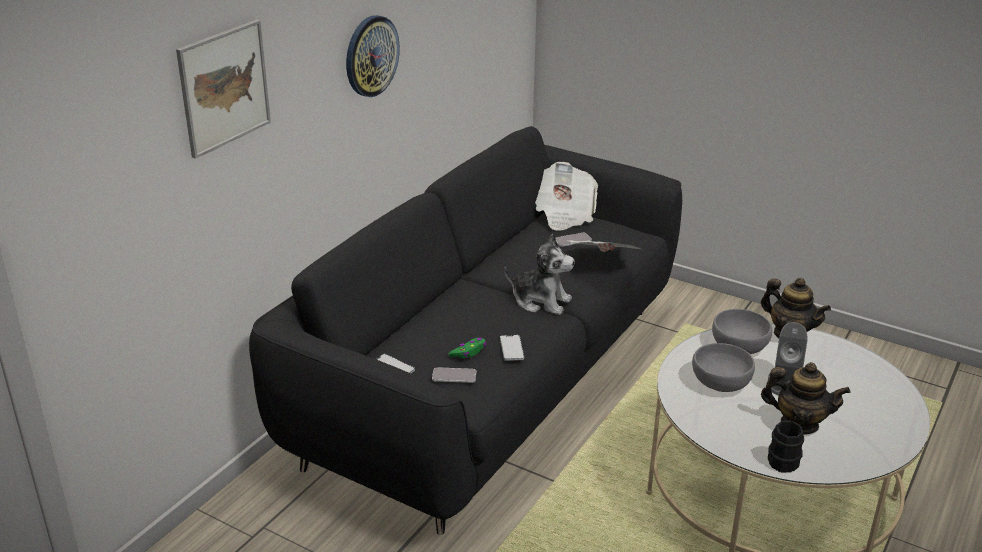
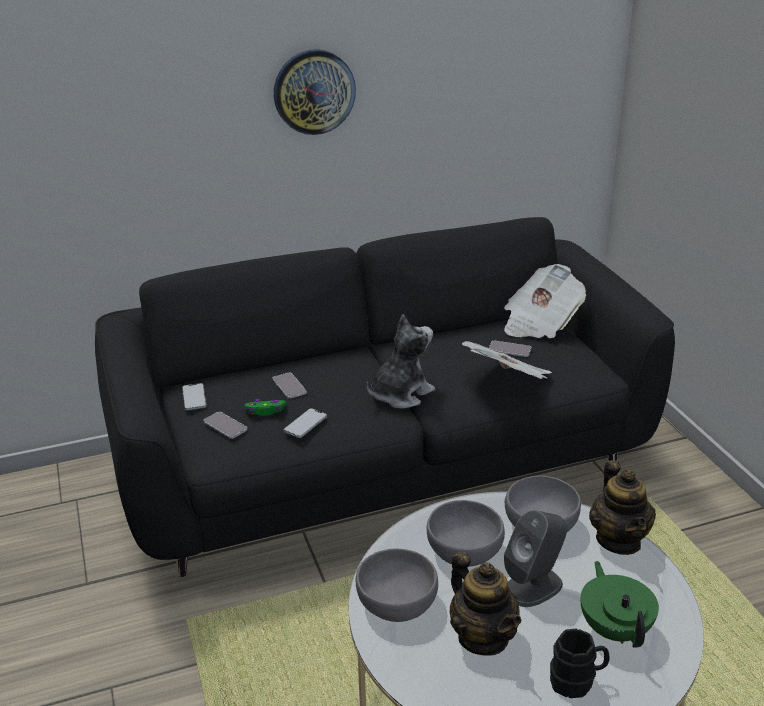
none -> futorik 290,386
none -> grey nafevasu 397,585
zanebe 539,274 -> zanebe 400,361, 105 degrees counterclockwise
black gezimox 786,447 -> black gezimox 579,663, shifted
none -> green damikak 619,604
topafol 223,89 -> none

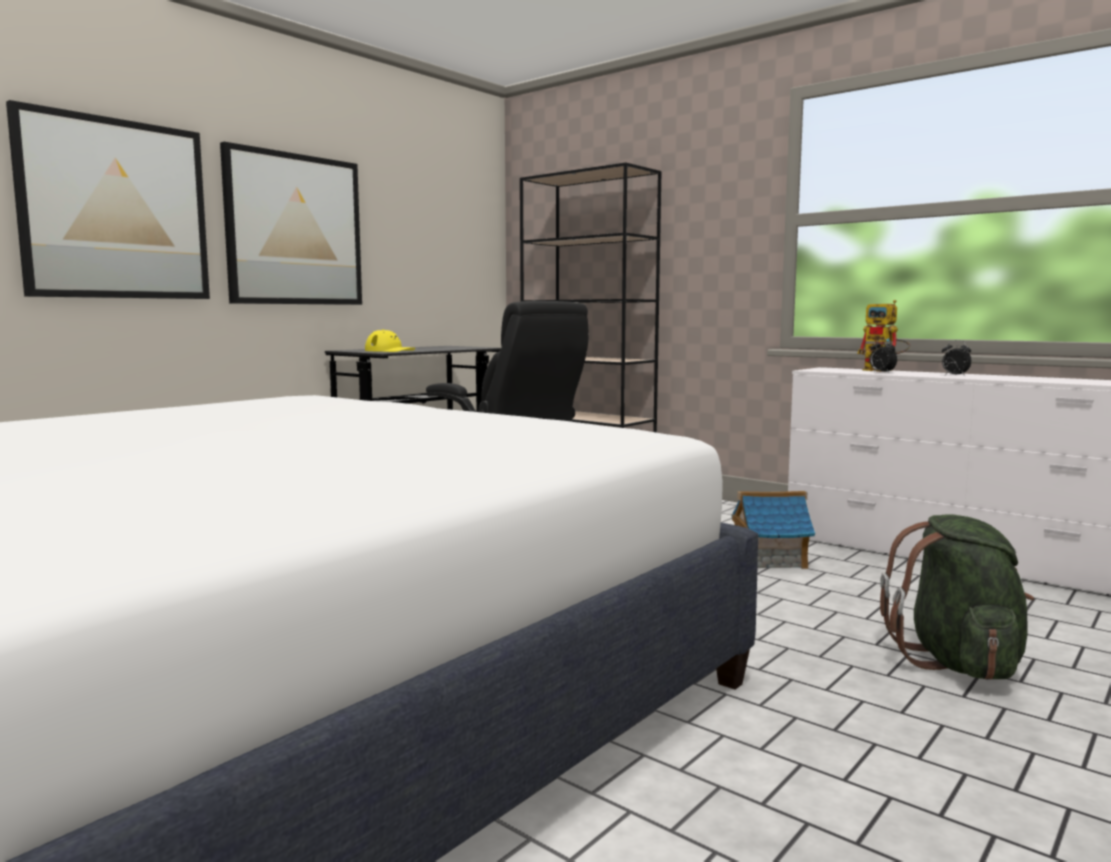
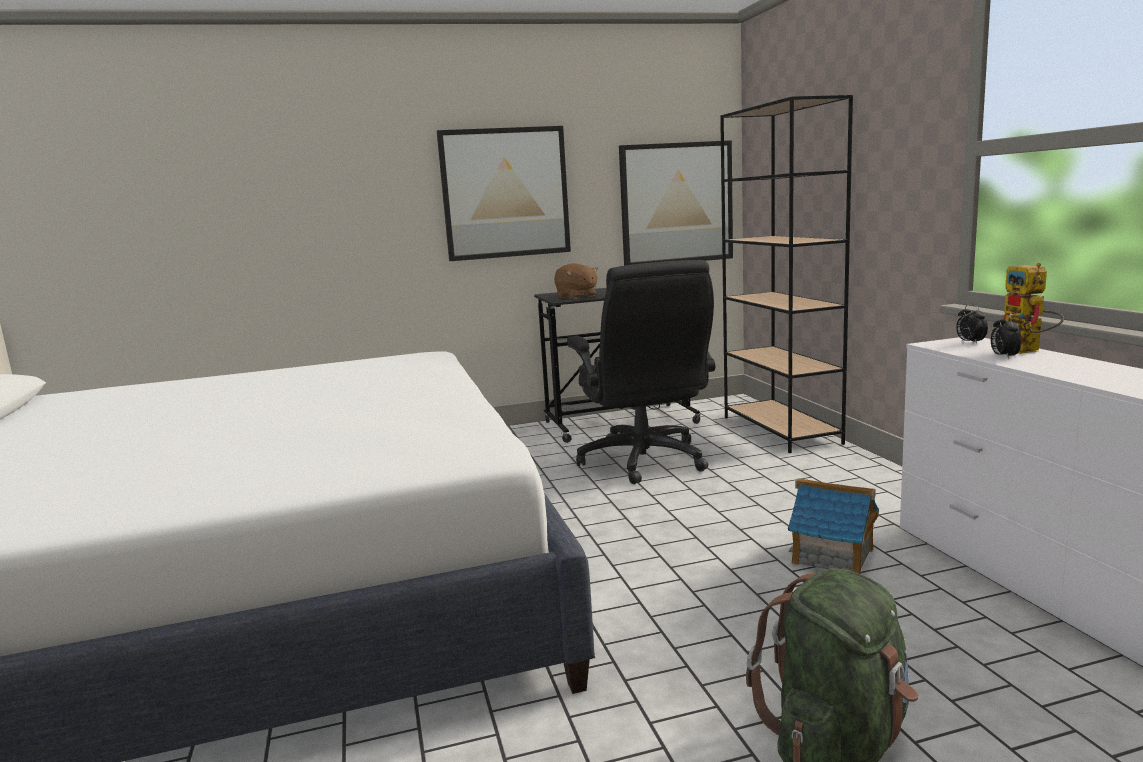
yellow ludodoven 390,340 -> brown zanebe 576,281
topafol 108,199 -> topafol 676,203, shifted
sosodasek 957,358 -> sosodasek 972,324, shifted

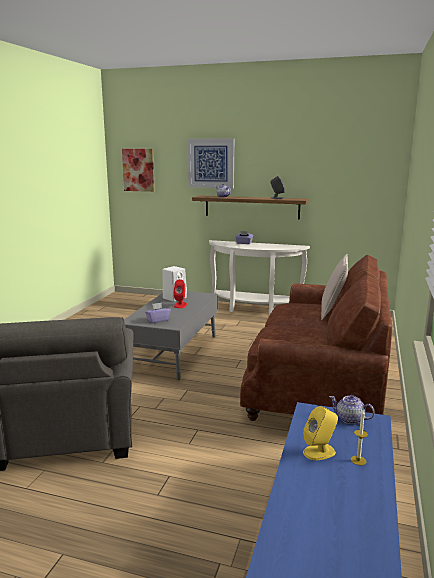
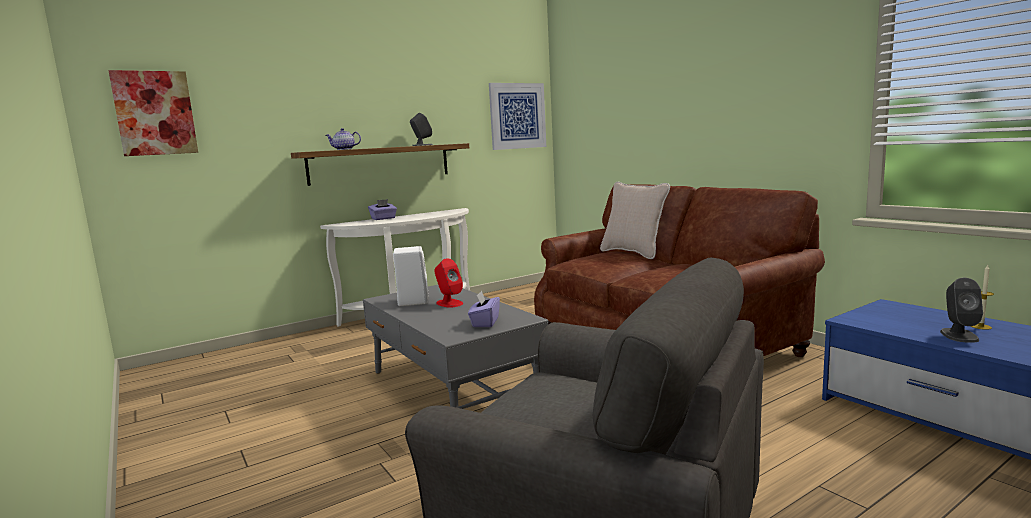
topafol 211,163 -> topafol 517,116, shifted
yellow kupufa 320,433 -> grey kupufa 961,310
damikak 352,409 -> none

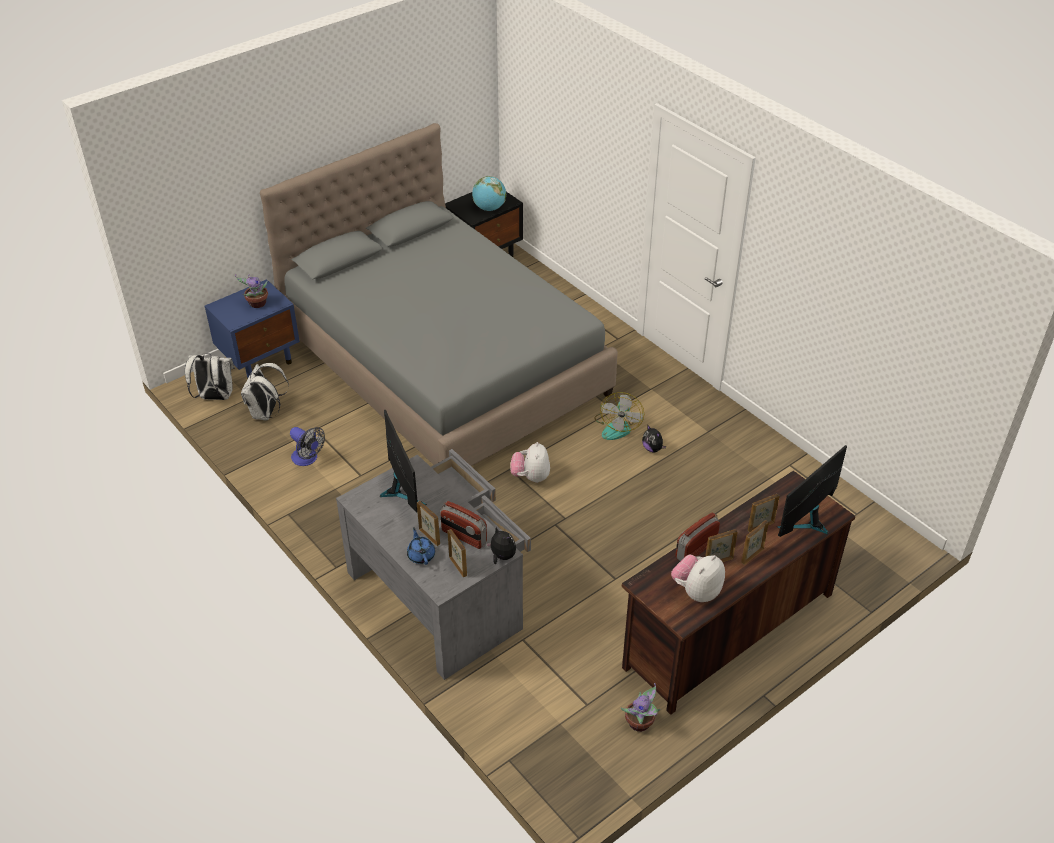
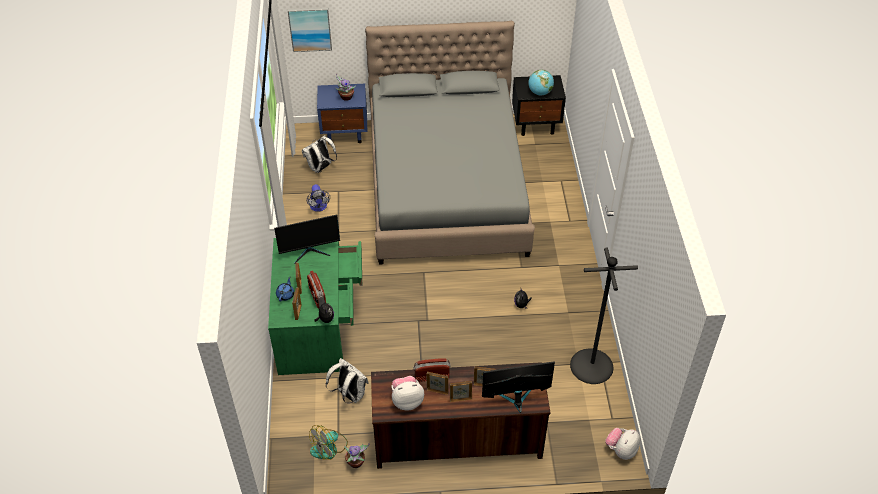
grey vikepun 433,564 -> green vikepun 315,306
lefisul 403,461 -> lefisul 307,239, 60 degrees clockwise
none -> topafol 310,30
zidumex 619,416 -> zidumex 328,442, shifted
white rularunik 210,376 -> white rularunik 347,381, shifted
none -> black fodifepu 604,315
zanebe 530,462 -> zanebe 622,444, shifted

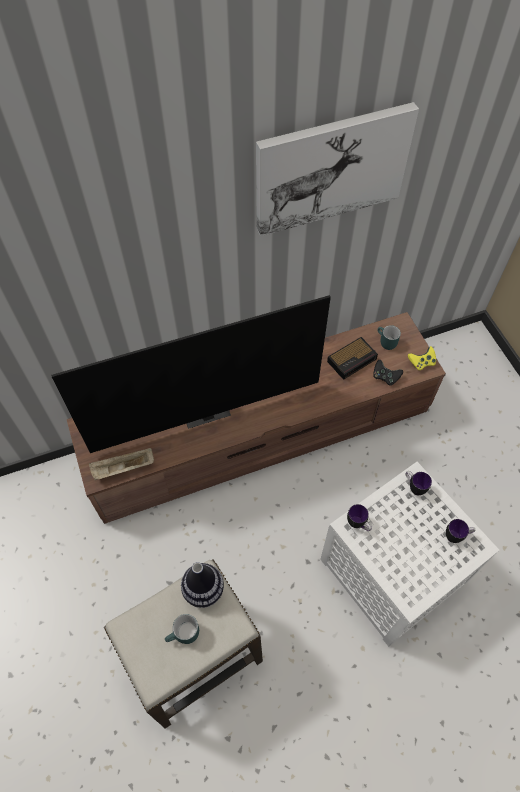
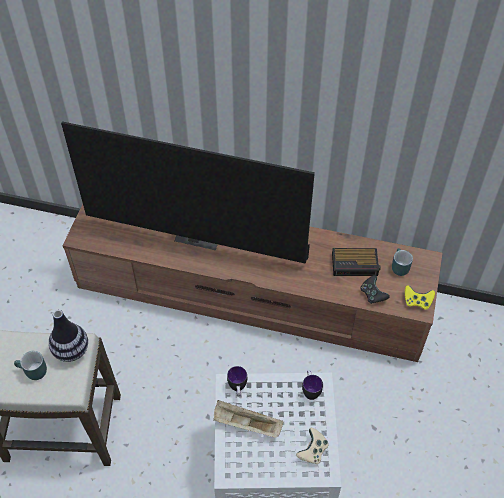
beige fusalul 121,464 -> beige fusalul 248,419, shifted
gezimox 460,531 -> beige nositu 312,446
topafol 337,169 -> none

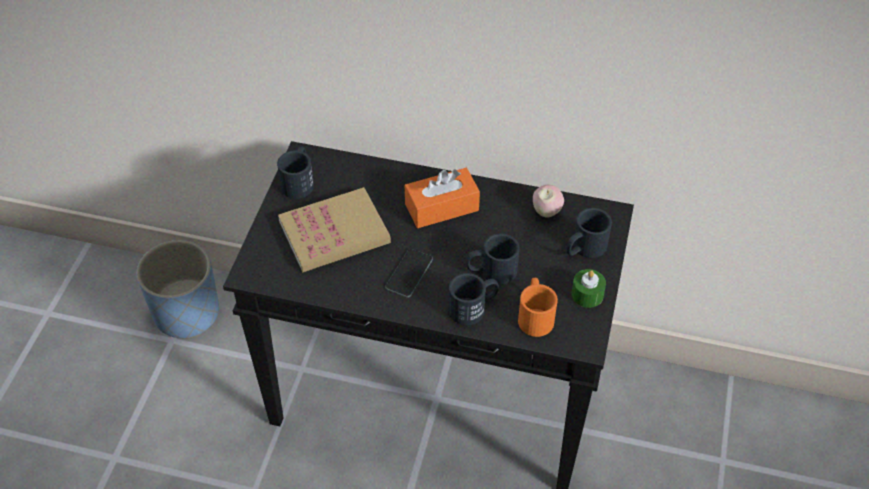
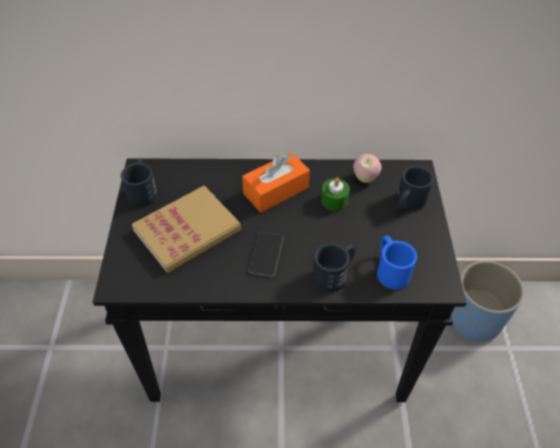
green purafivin 588,288 -> green purafivin 335,194, shifted
orange gezimox 538,307 -> blue gezimox 397,262
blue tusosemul 178,289 -> blue tusosemul 488,300, shifted
black gezimox 493,259 -> none

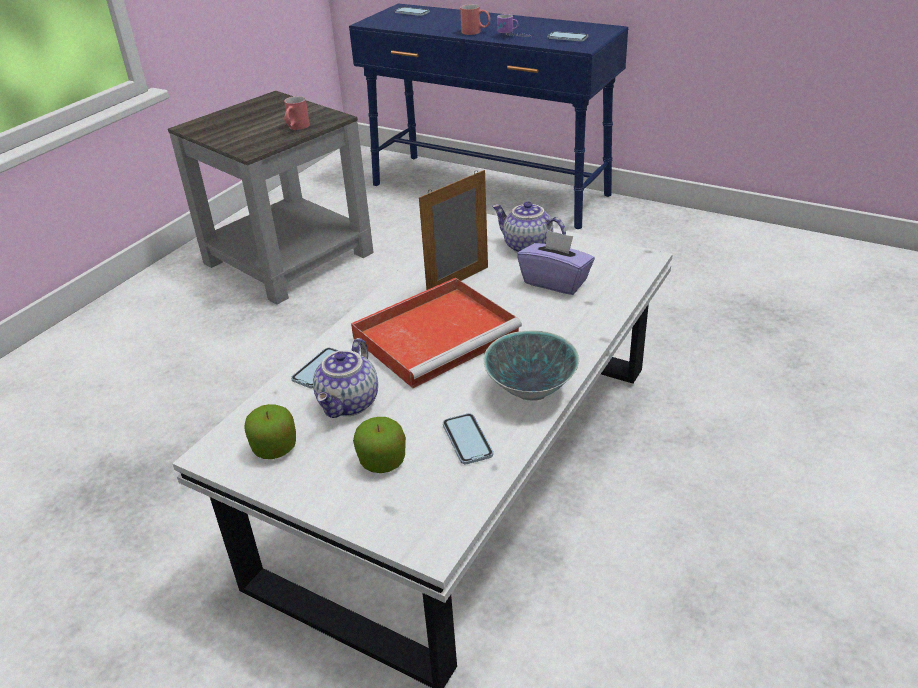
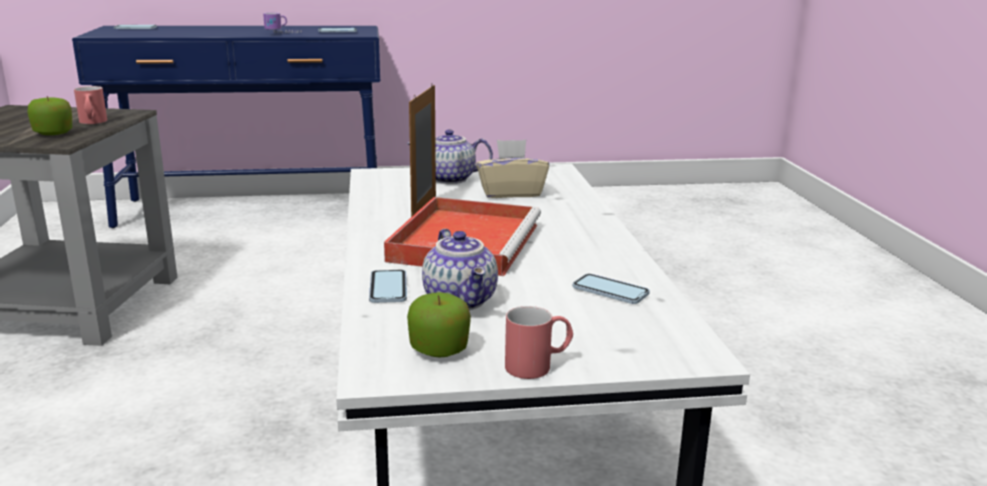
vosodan 379,445 -> vosodan 50,115, shifted
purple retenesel 556,262 -> beige retenesel 512,169
red gezimox 475,19 -> red gezimox 539,342, shifted
nafevasu 531,365 -> none

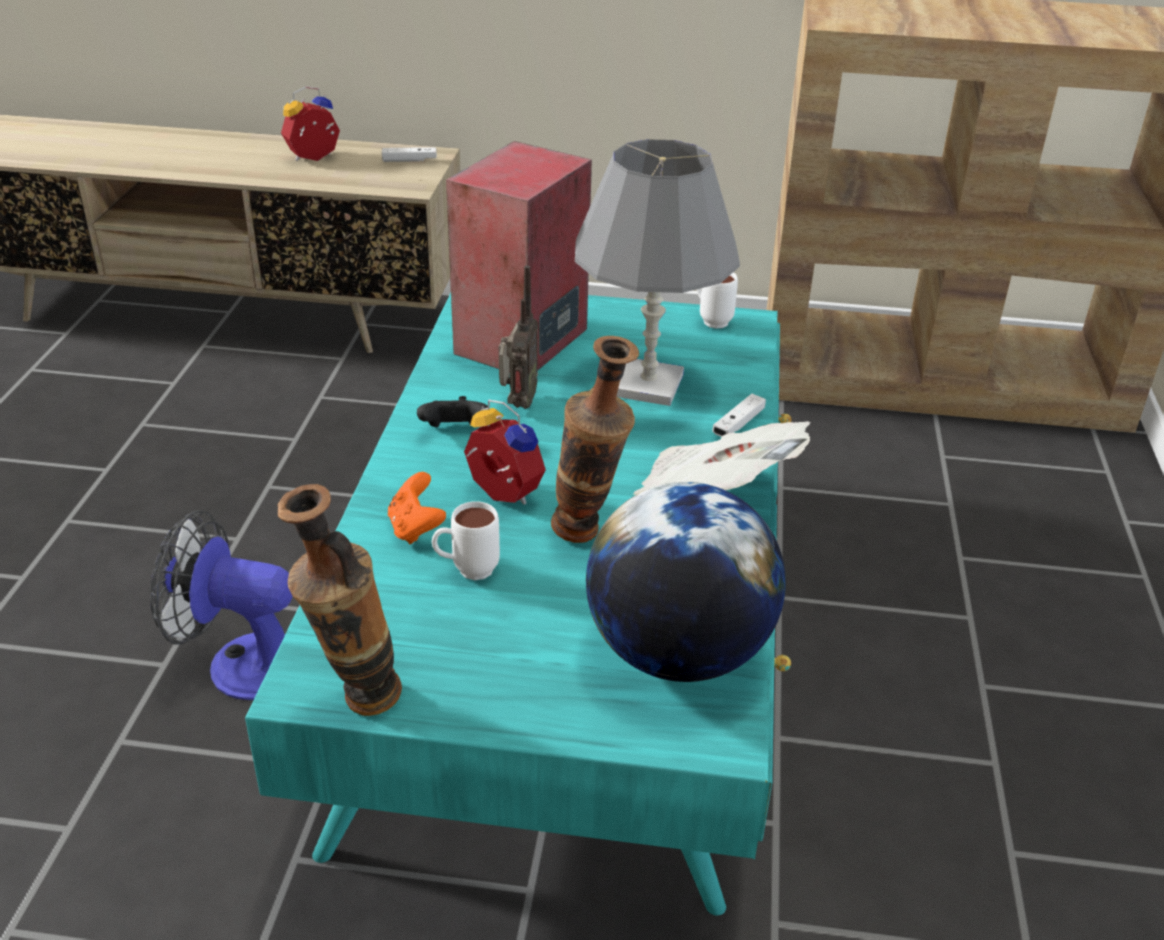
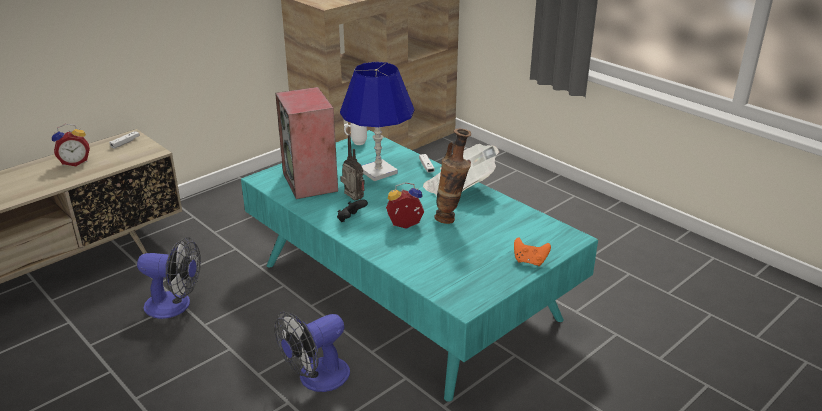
sosodasek 310,123 -> sosodasek 71,145, 120 degrees counterclockwise
none -> zidumex 169,278
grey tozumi 657,272 -> blue tozumi 377,121
orange nositu 417,508 -> orange nositu 532,251, shifted
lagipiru 339,600 -> none
white gezimox 466,540 -> none
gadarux 686,582 -> none

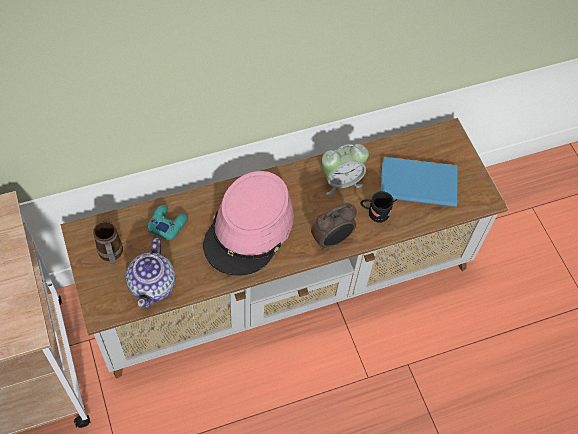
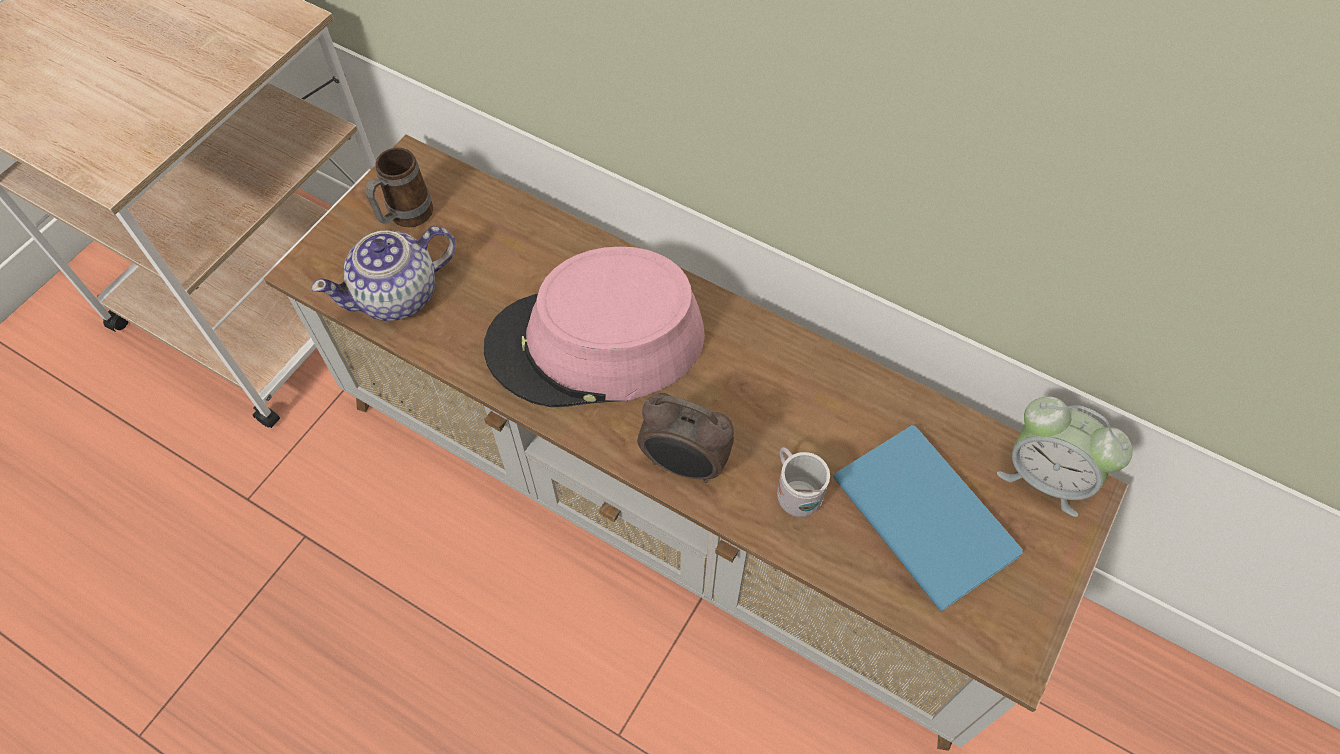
black gezimox 379,207 -> white gezimox 803,482
sosodasek 345,169 -> sosodasek 1065,457, shifted
turquoise nositu 167,223 -> none

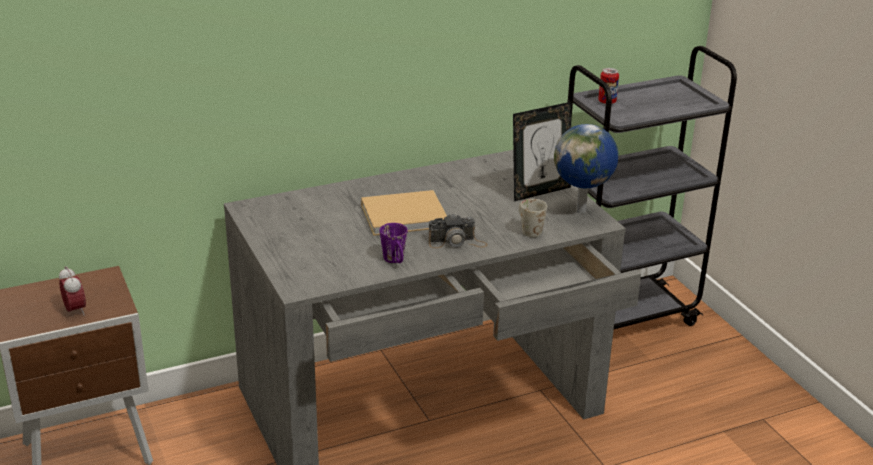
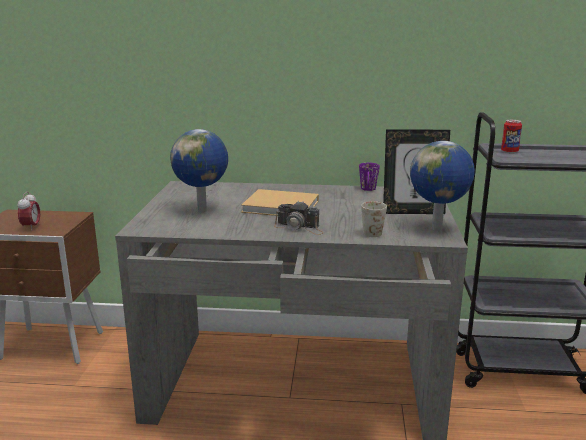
none -> gadarux 199,170
purple gezimox 394,243 -> purple gezimox 369,177, shifted

